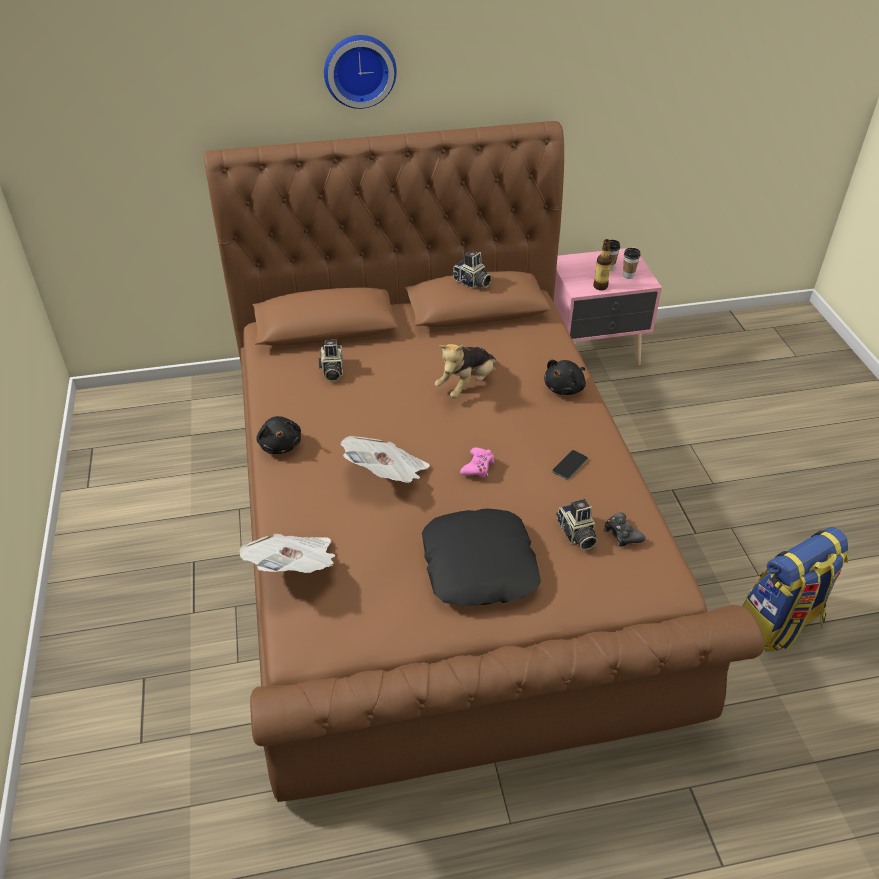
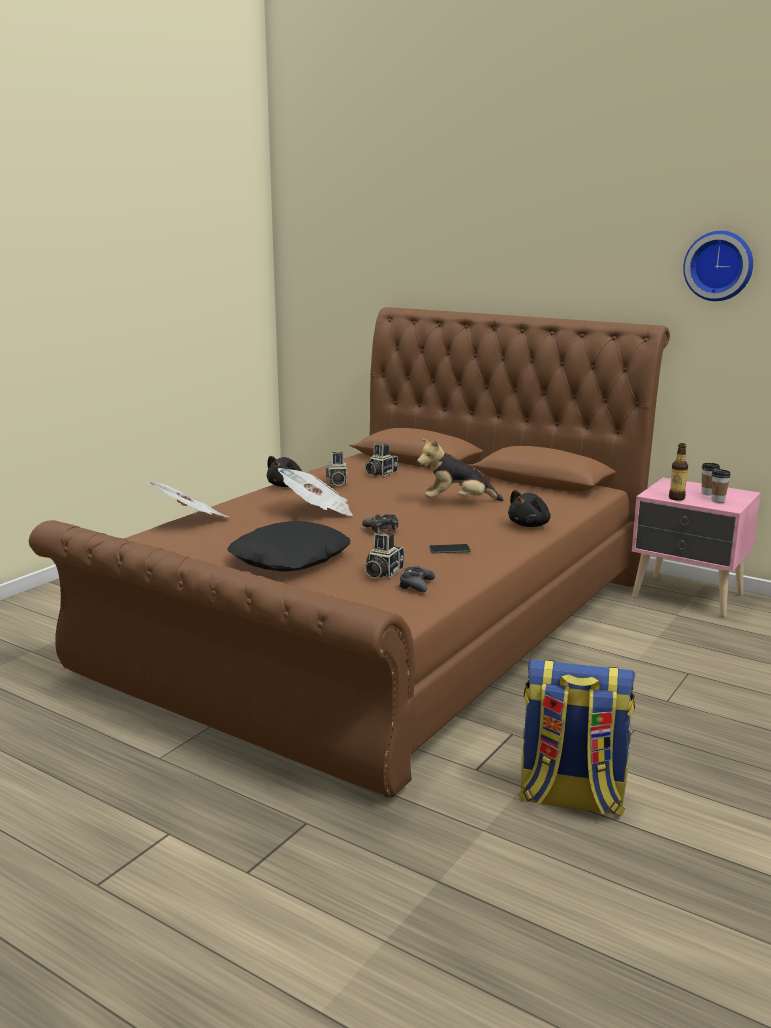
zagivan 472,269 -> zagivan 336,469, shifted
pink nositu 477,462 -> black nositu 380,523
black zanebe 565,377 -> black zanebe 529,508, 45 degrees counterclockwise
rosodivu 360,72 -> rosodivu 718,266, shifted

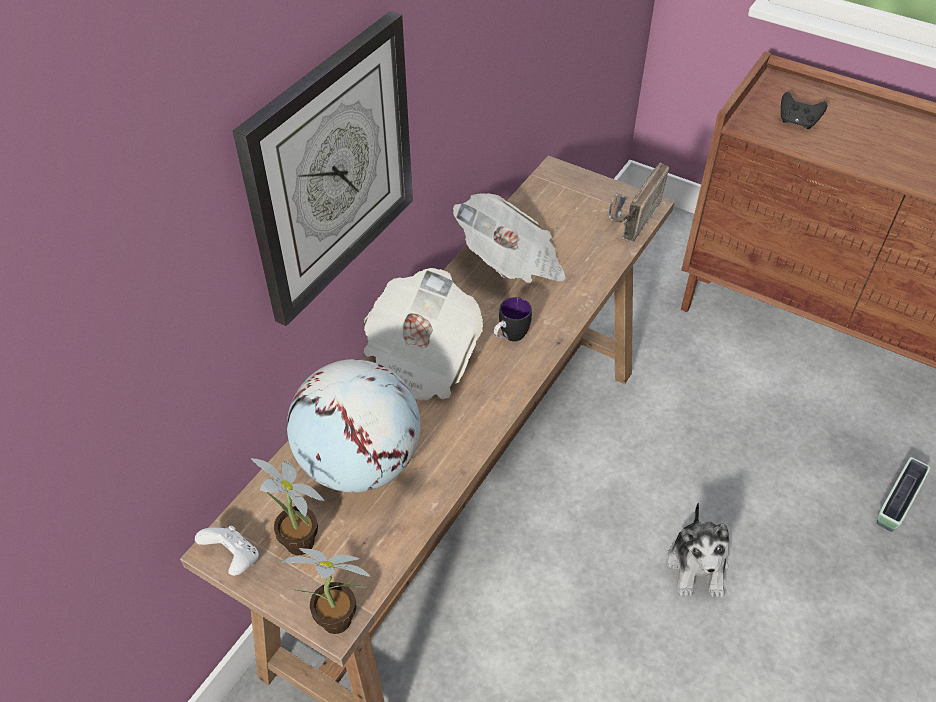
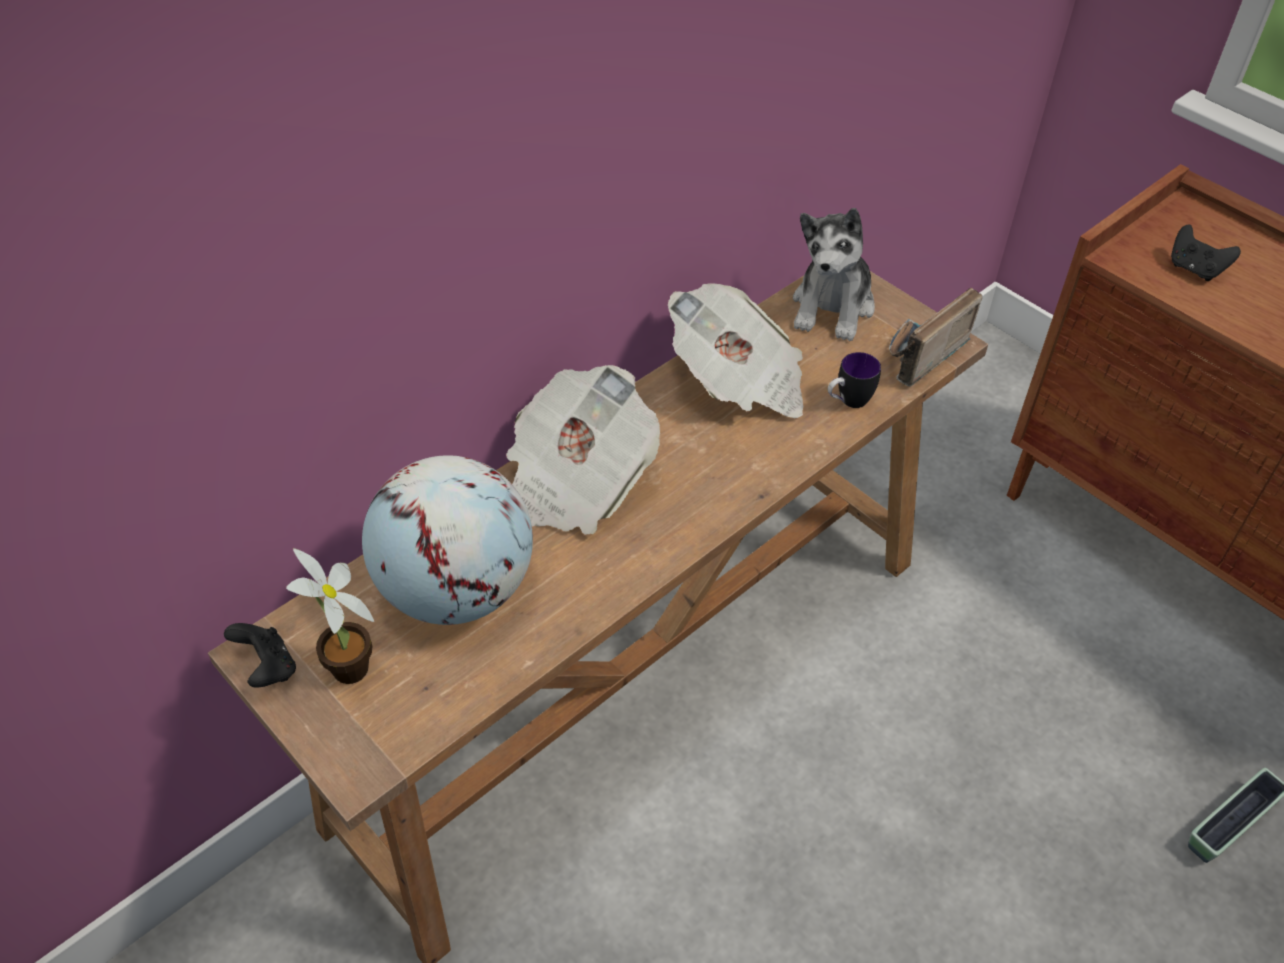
white nositu 227,551 -> black nositu 260,655
zanebe 698,550 -> zanebe 834,274, shifted
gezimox 513,319 -> gezimox 854,380, shifted
rosodivu 323,168 -> none
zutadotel 325,591 -> none

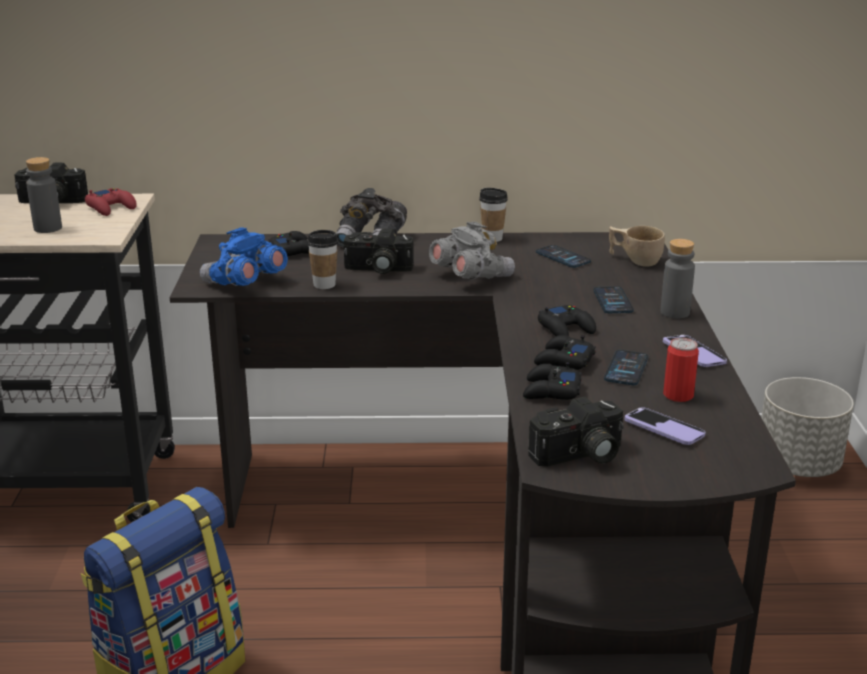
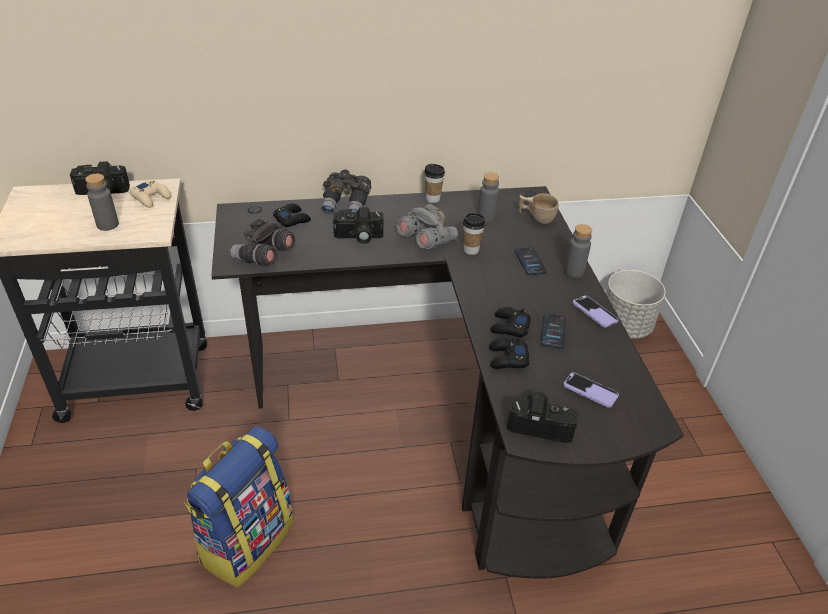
red nositu 111,202 -> beige nositu 150,194
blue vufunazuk 244,256 -> grey vufunazuk 262,242
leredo 322,259 -> leredo 474,234, shifted
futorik 563,256 -> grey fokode 488,197
zagivan 576,431 -> zagivan 542,417, 135 degrees counterclockwise
black nositu 567,320 -> none
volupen 681,370 -> none

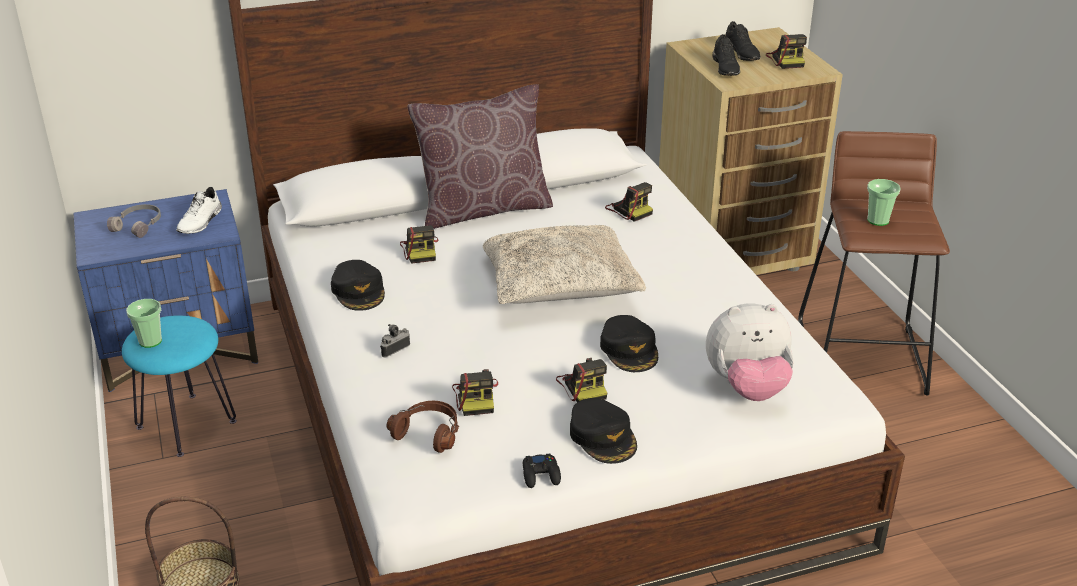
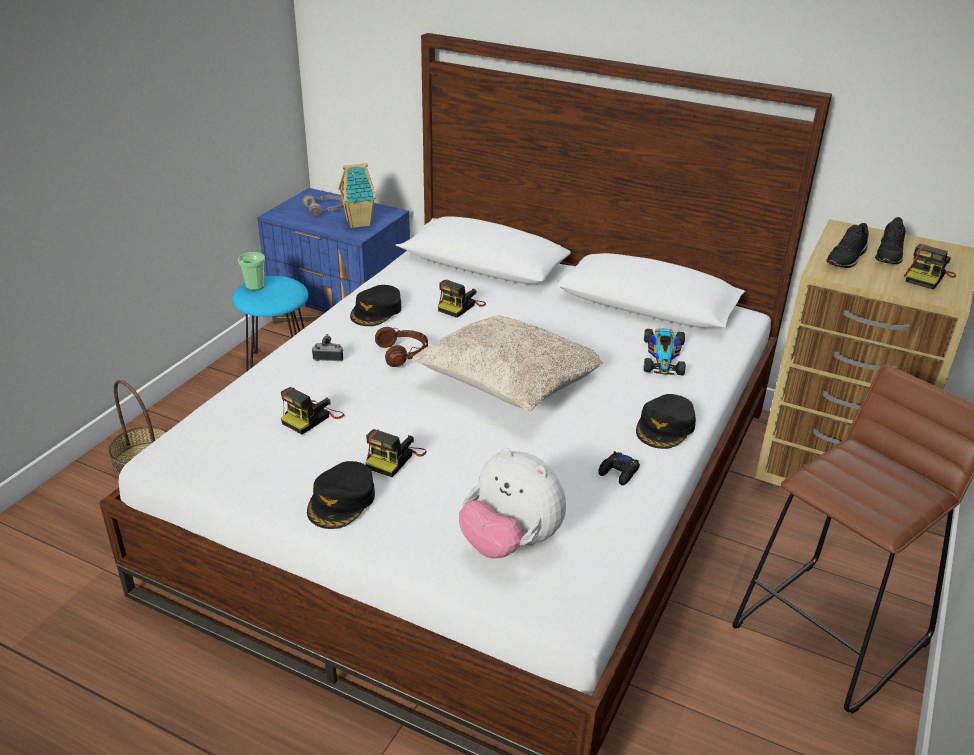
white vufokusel 199,210 -> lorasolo 357,195
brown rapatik 423,427 -> brown rapatik 401,347, shifted
black nositu 542,471 -> black nositu 619,468, shifted
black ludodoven 629,343 -> black ludodoven 666,421, shifted
zagivan 629,202 -> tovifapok 665,352
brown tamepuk 480,156 -> none
leredo 884,202 -> none

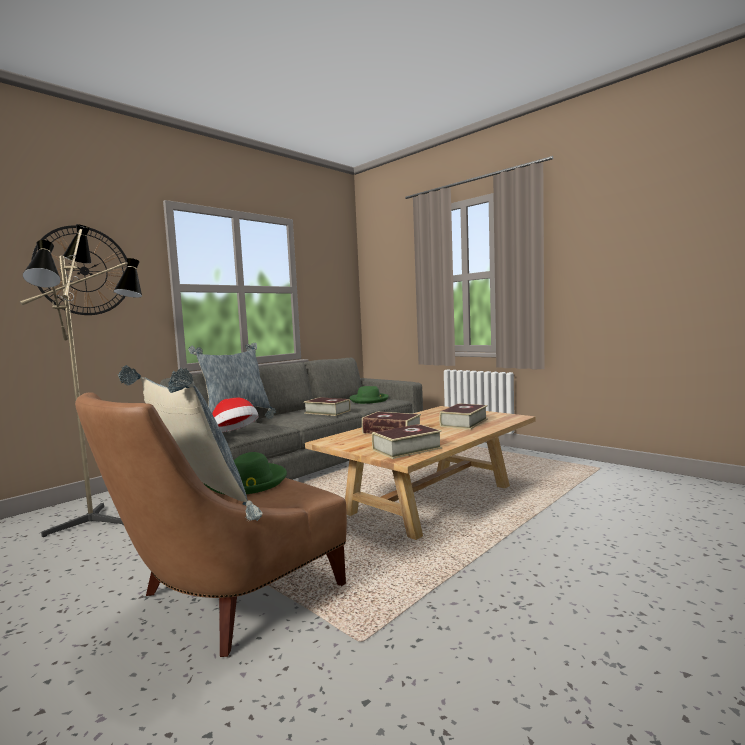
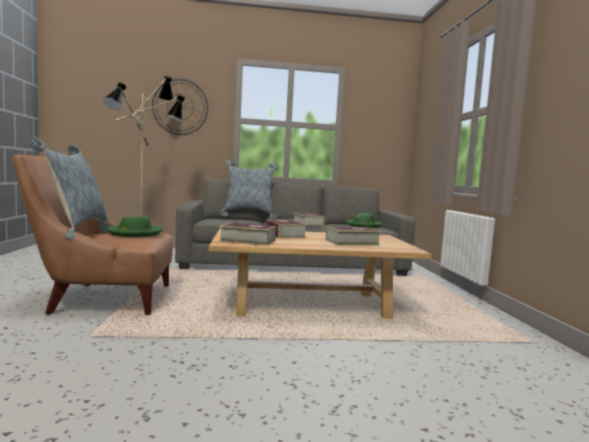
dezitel 235,415 -> none

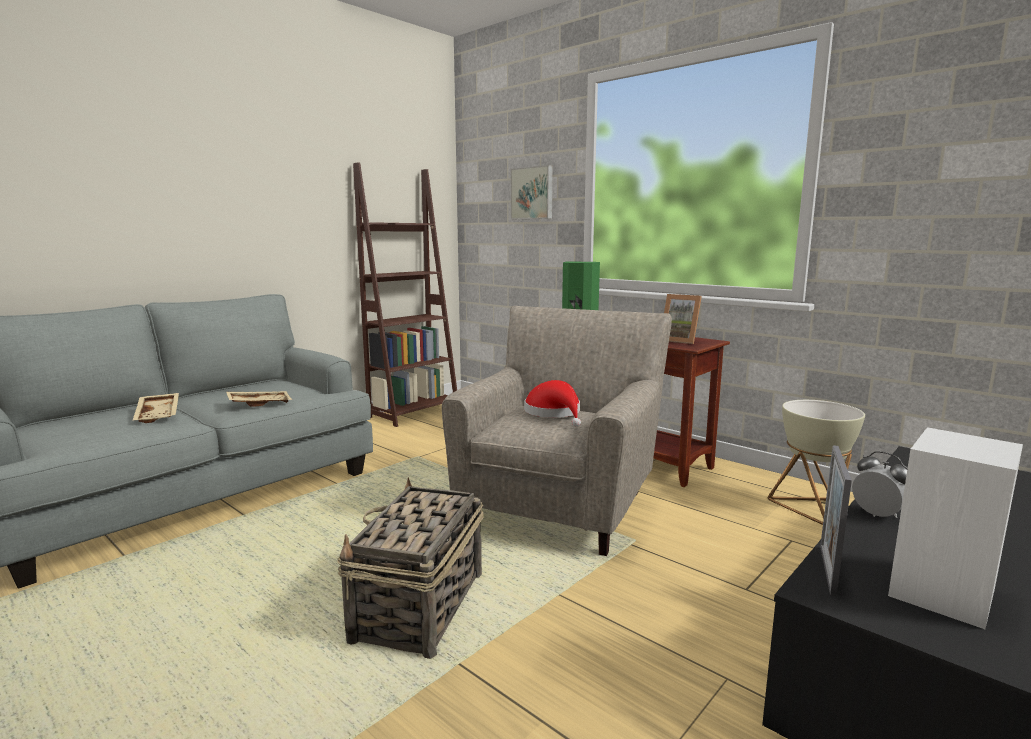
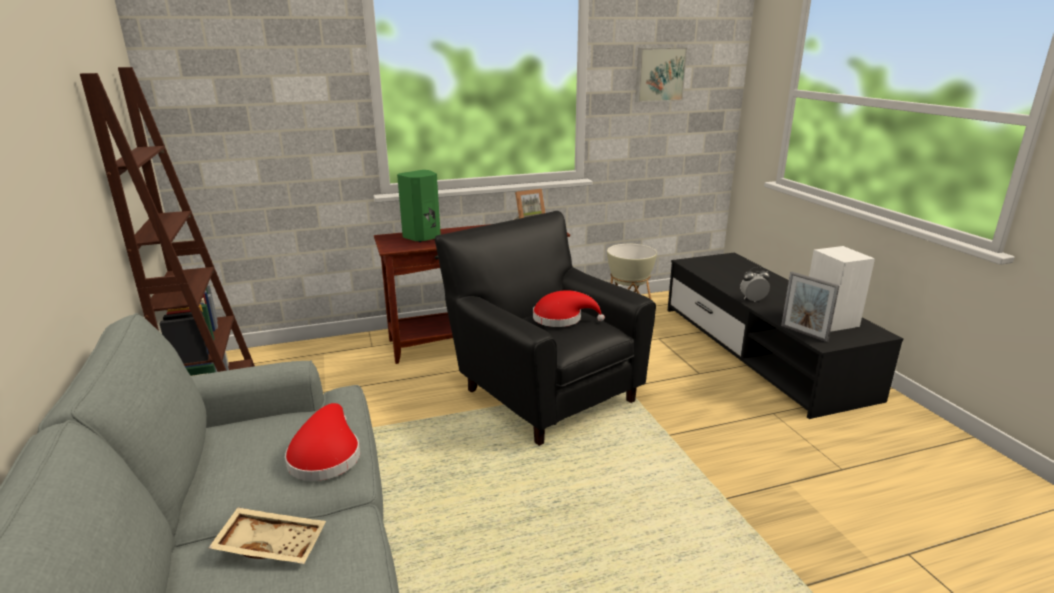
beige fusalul 259,399 -> red dezitel 322,442
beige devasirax 557,431 -> black devasirax 545,328
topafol 531,192 -> topafol 661,74, shifted
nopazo 411,568 -> none

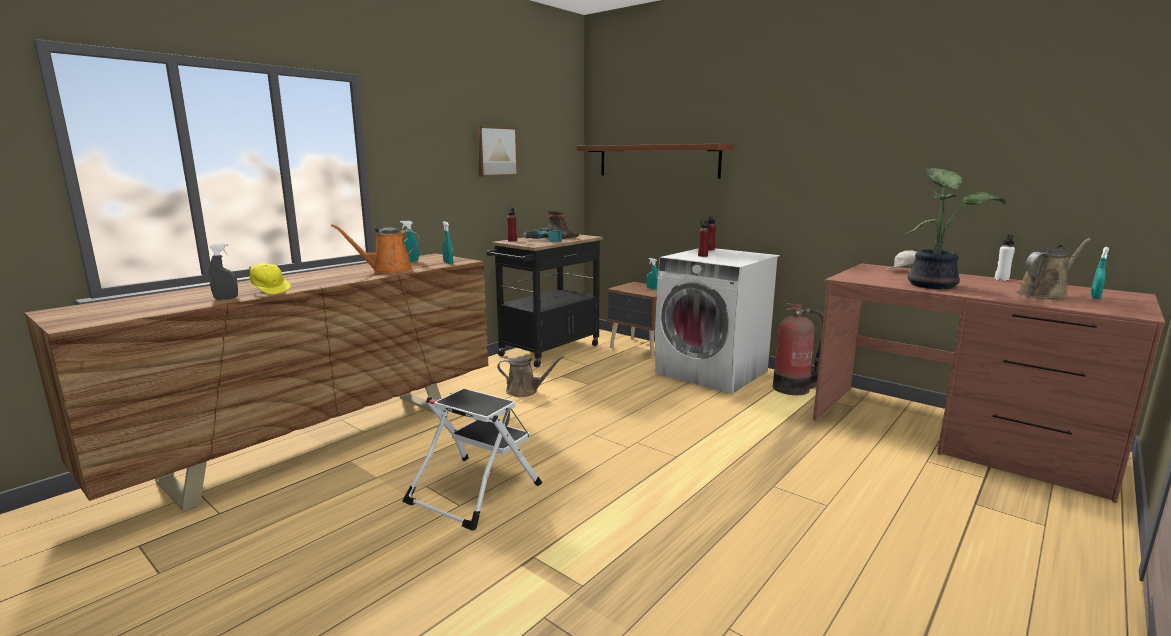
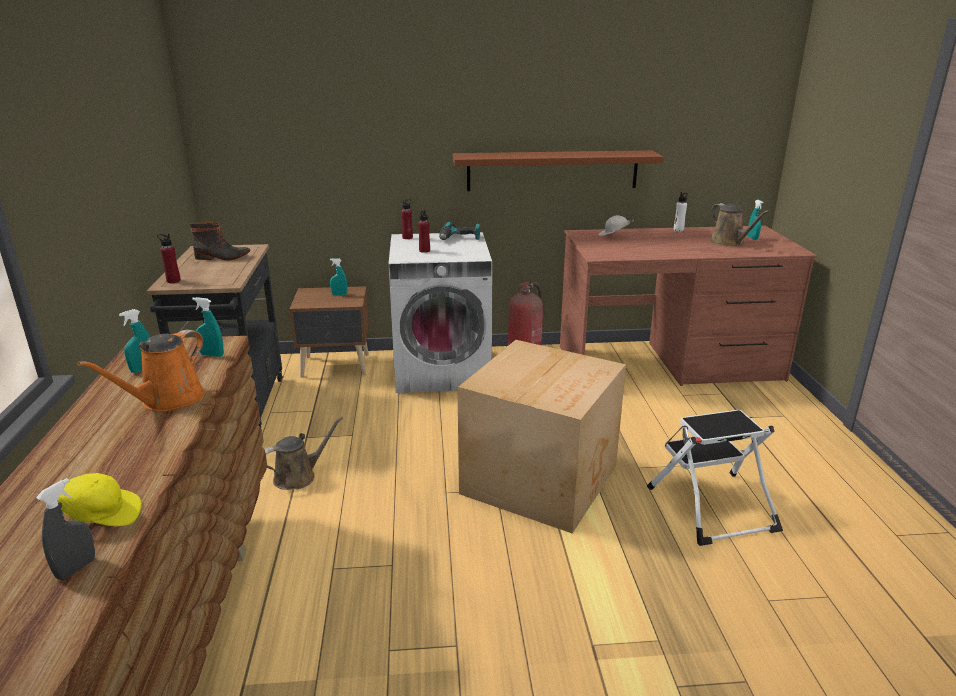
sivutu 542,235 -> sivutu 459,231, shifted
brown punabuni 655,161 -> brown punabuni 558,170, shifted
none -> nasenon 541,436
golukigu 472,459 -> golukigu 715,478, shifted
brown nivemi 1053,269 -> brown nivemi 739,225, 135 degrees clockwise
topafol 497,151 -> none
zutadotel 956,228 -> none

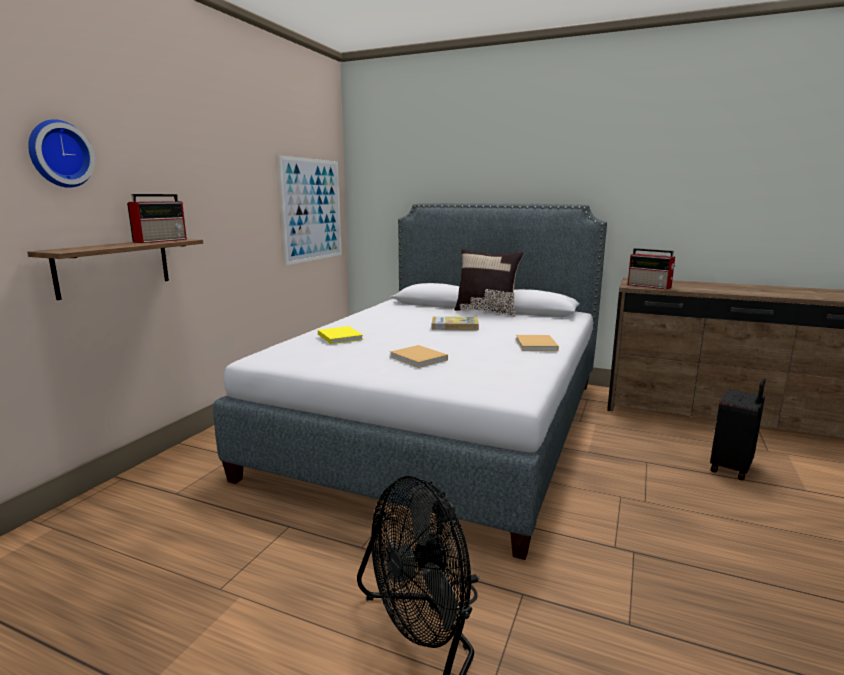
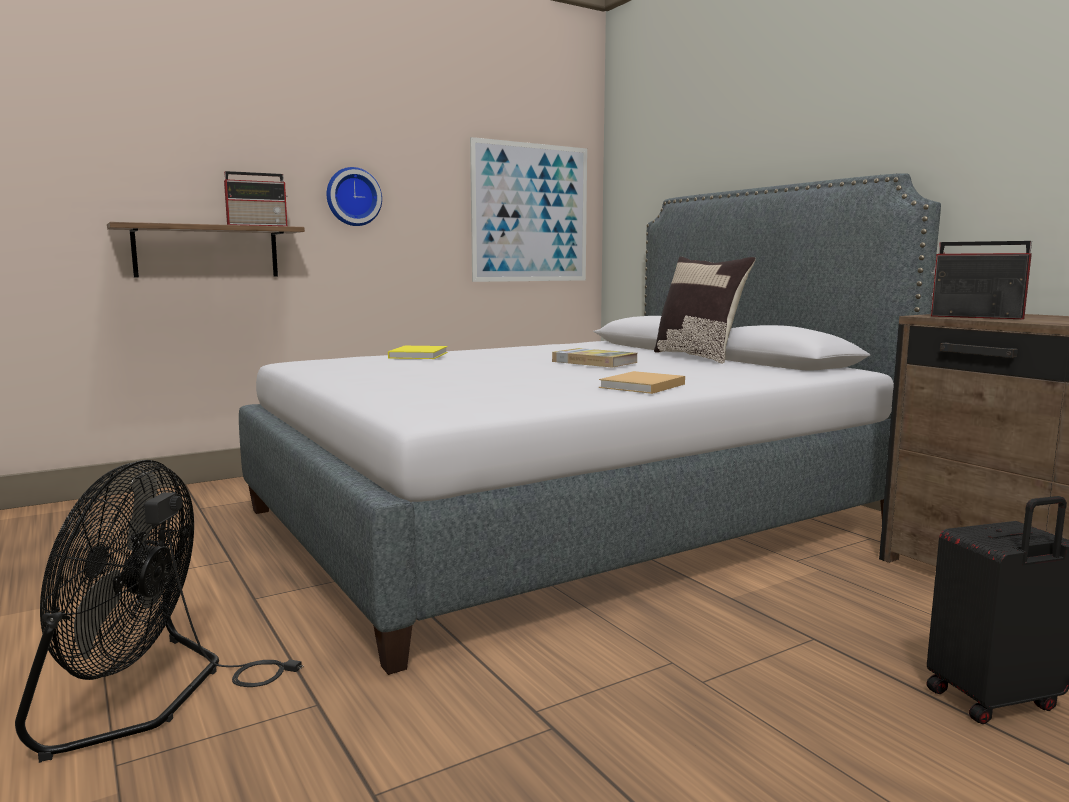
rosodivu 61,153 -> rosodivu 354,196, shifted
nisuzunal 651,268 -> nisuzunal 981,280, 135 degrees clockwise
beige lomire 419,356 -> none

